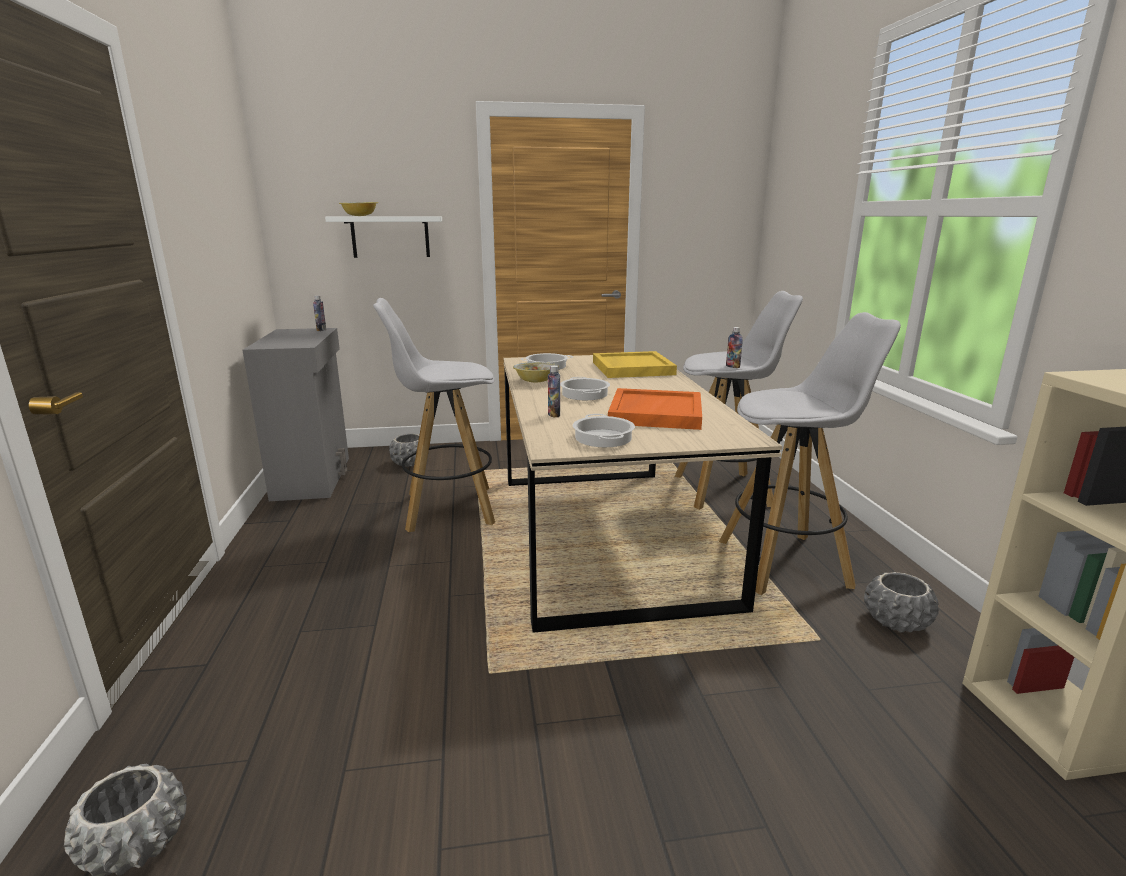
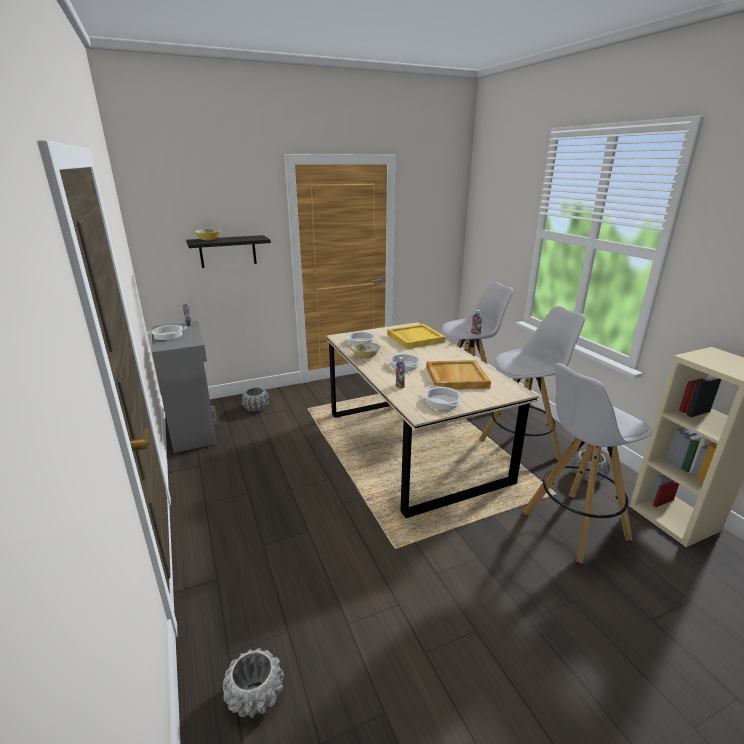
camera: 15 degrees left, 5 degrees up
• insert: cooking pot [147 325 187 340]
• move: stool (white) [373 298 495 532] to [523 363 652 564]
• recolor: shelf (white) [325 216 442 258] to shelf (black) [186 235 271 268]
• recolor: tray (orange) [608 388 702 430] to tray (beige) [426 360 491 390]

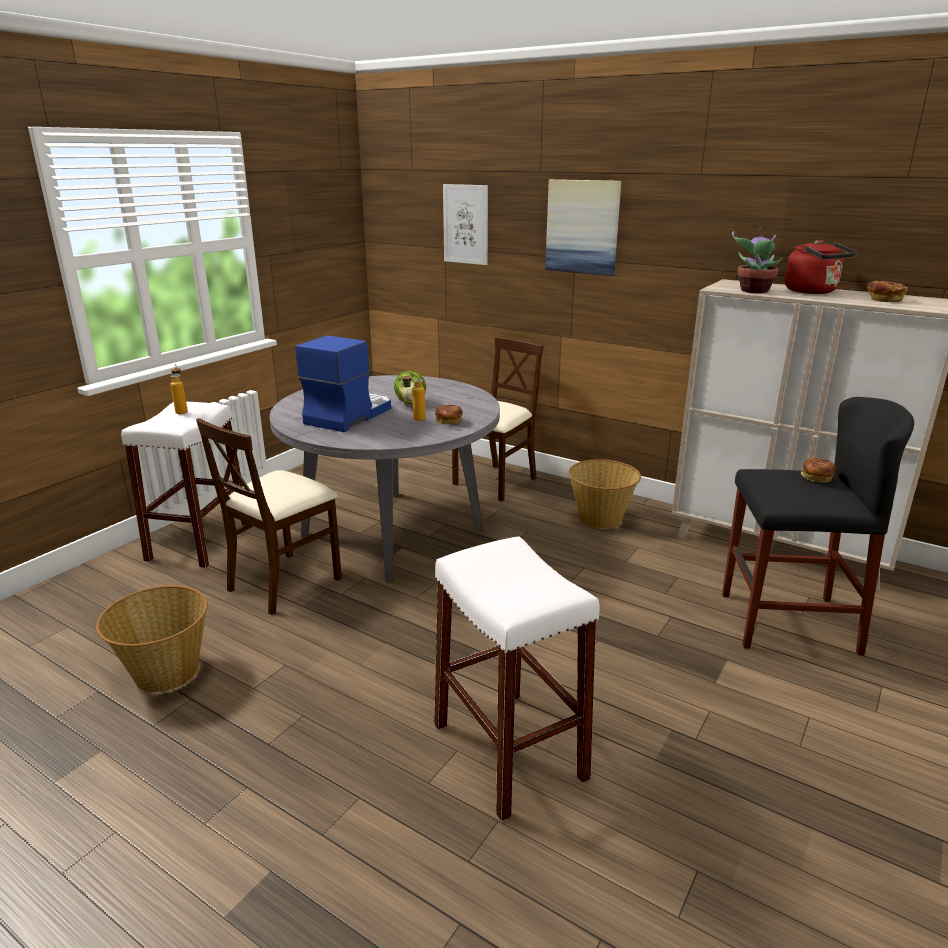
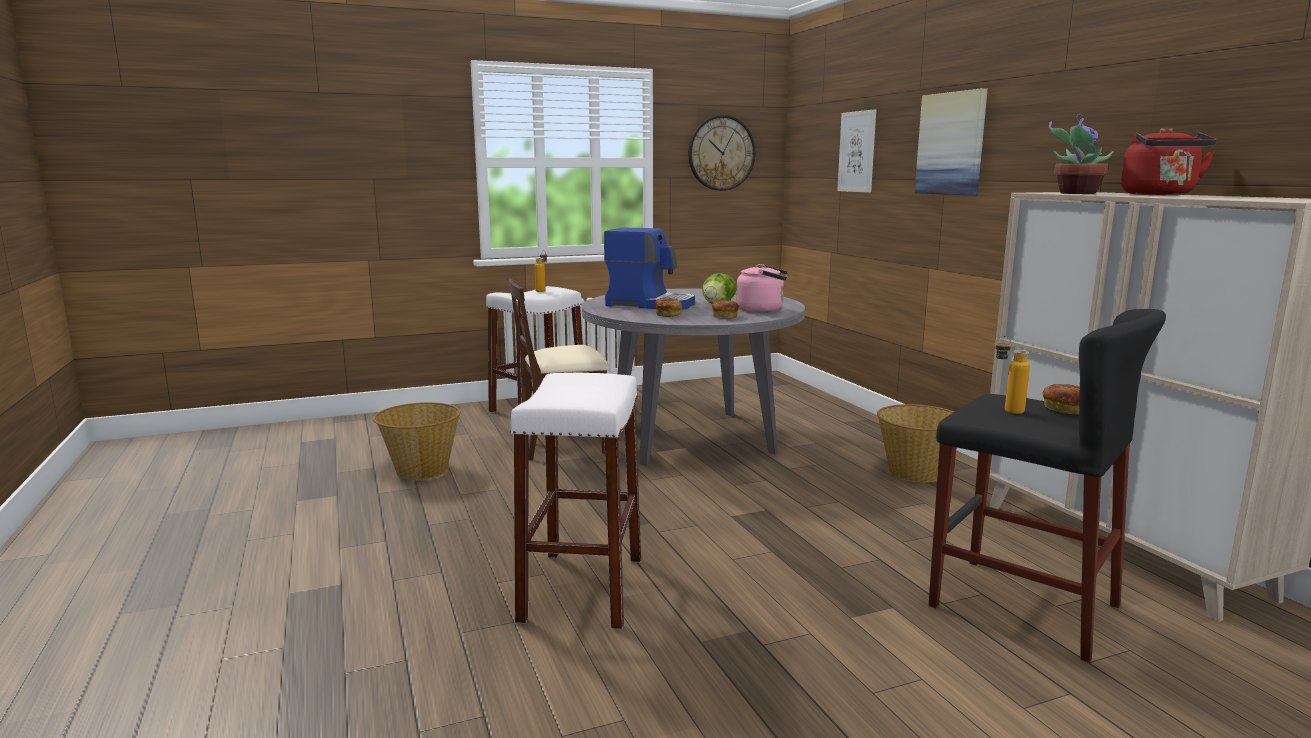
camera: 35 degrees right, 10 degrees down
• delete: chair (beige) [452 337 544 502]
• insert: wall clock [688 115 755 191]
• insert: kettle (pink) [736 264 788 312]
• move: bottle [401 372 425 421] to [995 336 1030 414]
• move: bread [867 281 908 302] to [655 298 682 317]
• rotate: coffee machine [295 335 391 432] = [604 227 695 310] 45 degrees clockwise

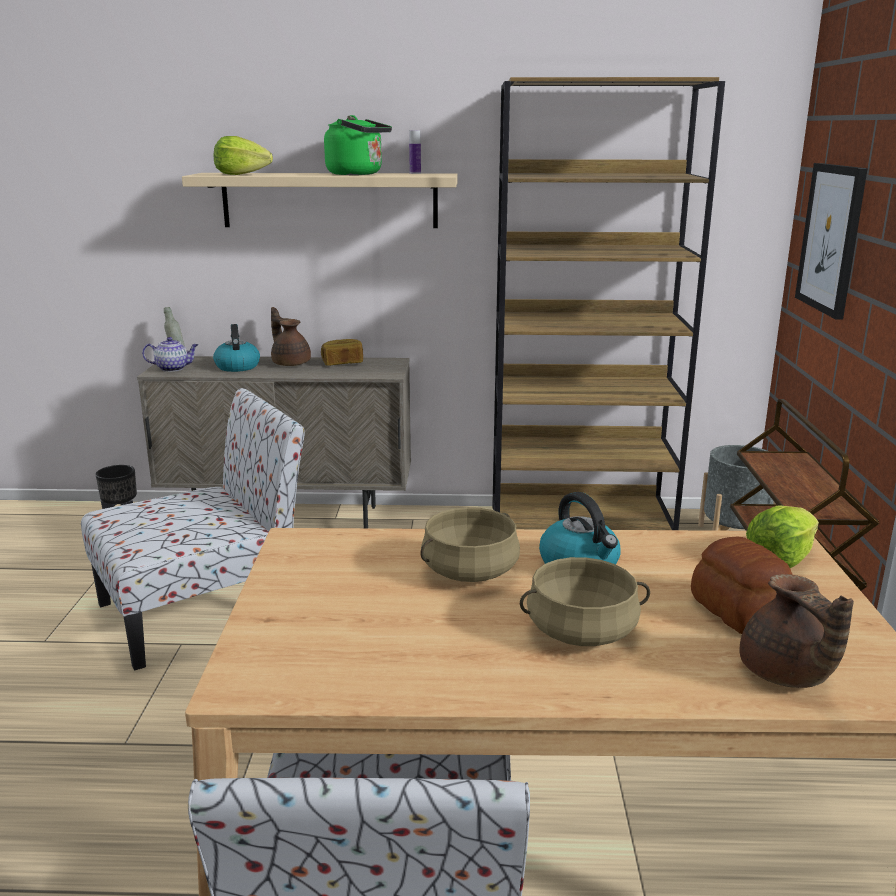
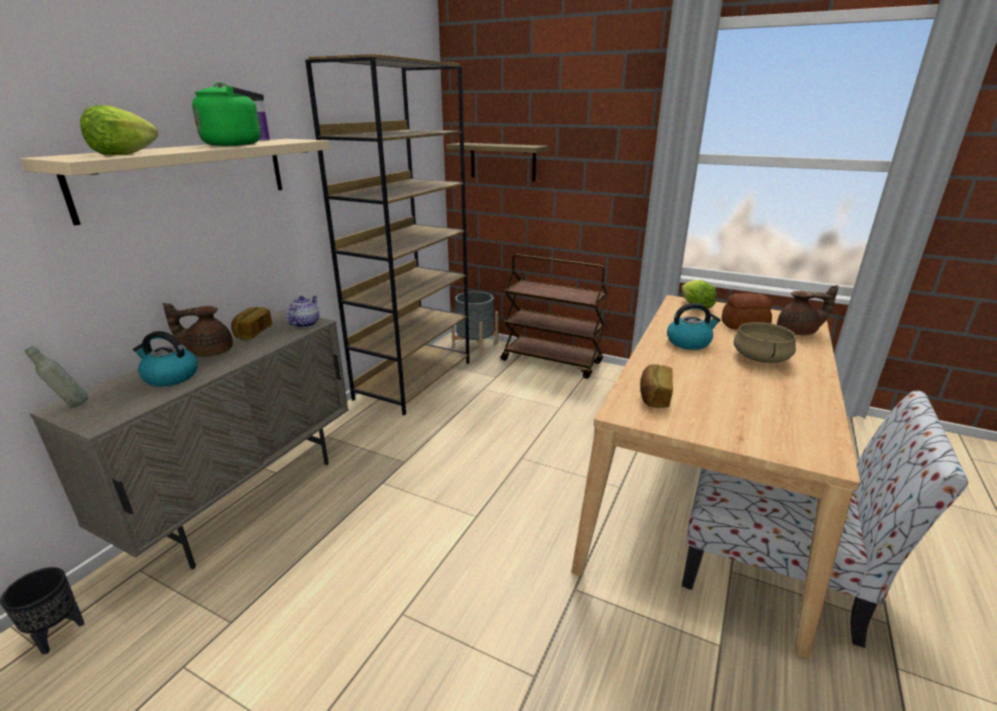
camera: 65 degrees left, 5 degrees up
• delete: chair [81 388 305 671]
• delete: cooking pot (beige) [420 507 520 582]
• insert: bread [640 364 673 408]
• move: teapot [142 337 198 372] to [286 296 319 328]
• replace: picture [795 163 868 320] to shelf [446 143 548 182]

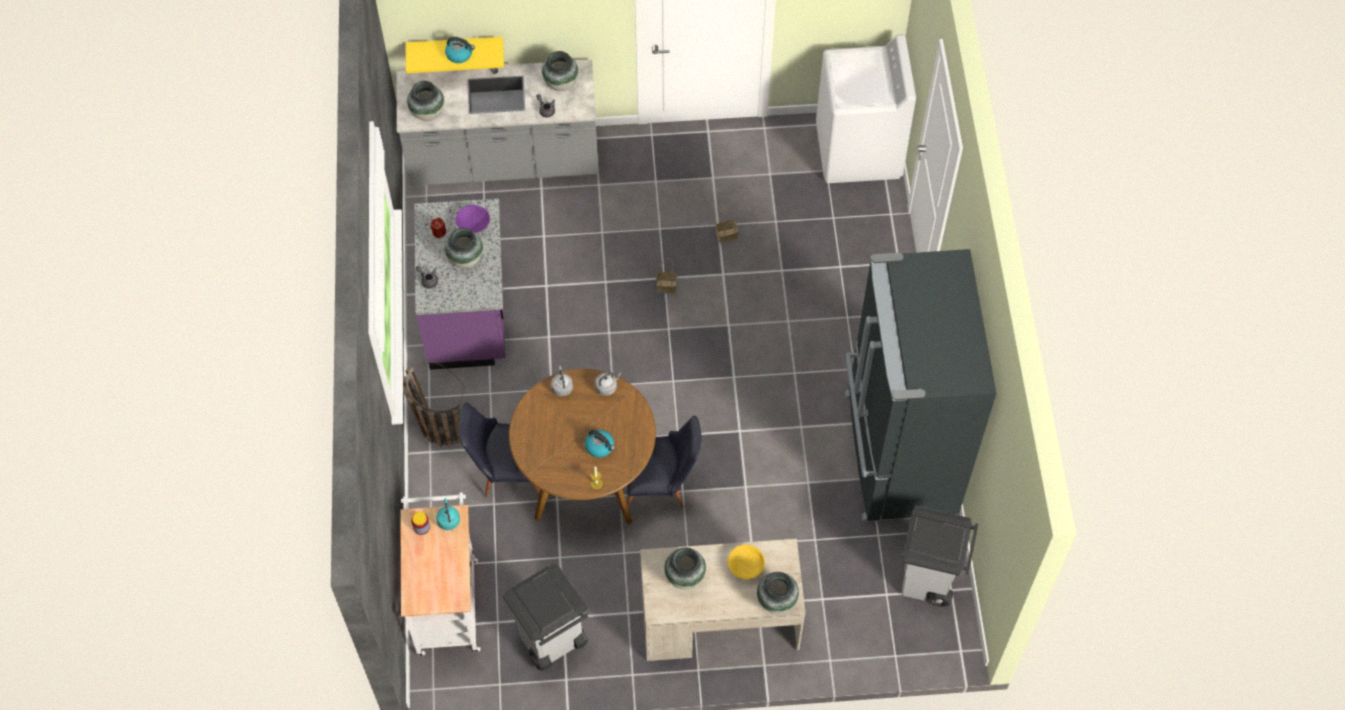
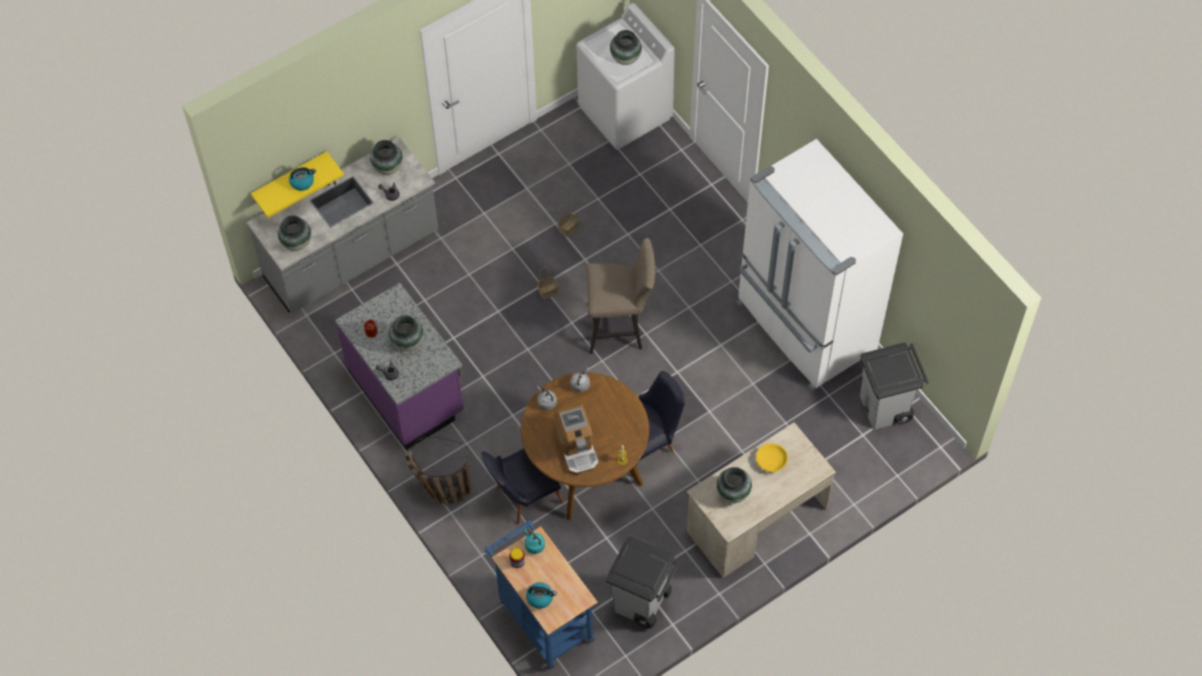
camera: 30 degrees left, 0 degrees up
• delete: bowl (purple) [456 205 490 233]
• insert: coffee machine [554 404 599 475]
• insert: stool (beige) [586 238 655 354]
• move: kettle [585 430 615 458] to [526 583 557 609]
• move: vase [757 572 799 614] to [610 30 642 65]
• recolor: cart (white) [400 492 481 656] to cart (blue) [484 520 598 669]
• recolor: fridge (black) [845 249 996 522] to fridge (white) [736 139 903 391]

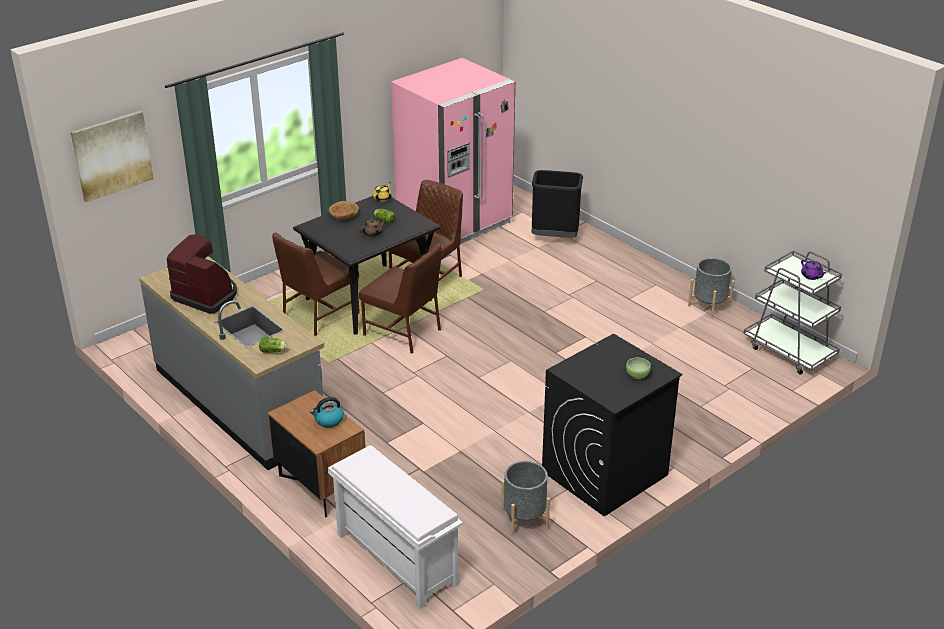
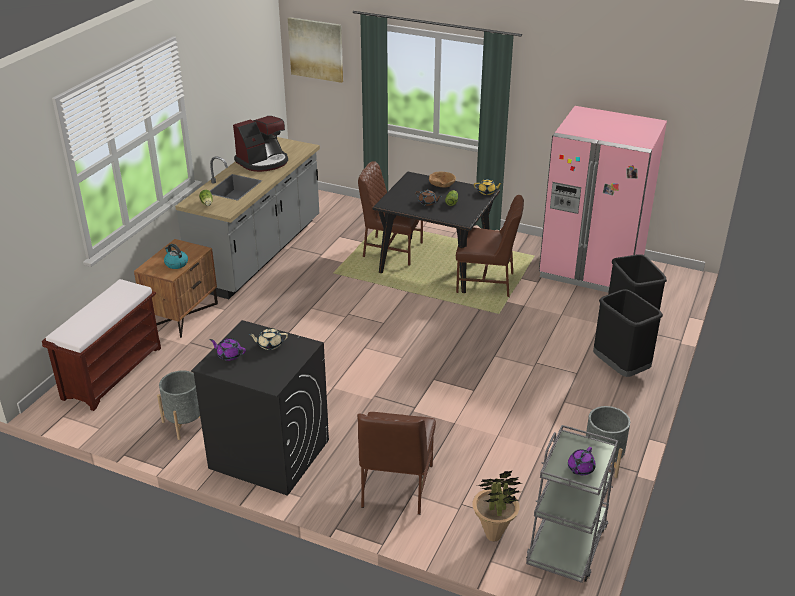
camera: 65 degrees right, 0 degrees up
• delete: bowl (green) [626 357 651 379]
• insert: teapot (purple) [209 338 246 361]
• insert: teapot (beige) [248 328 288 350]
• insert: potted plant [473 470 523 542]
• insert: trash can (black) [593 289 663 377]
• move: chair (brown) [359 243 442 353] to [357 412 436 515]
• recolor: bench (white) [328 445 463 609] to bench (brown) [42 279 161 411]
• rotate: coffee machine [167 234 237 314] = [233 116 288 172] 45 degrees clockwise

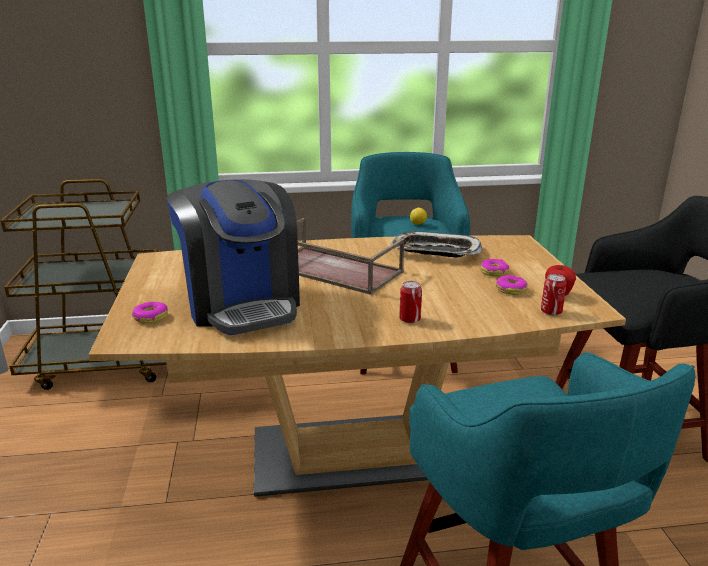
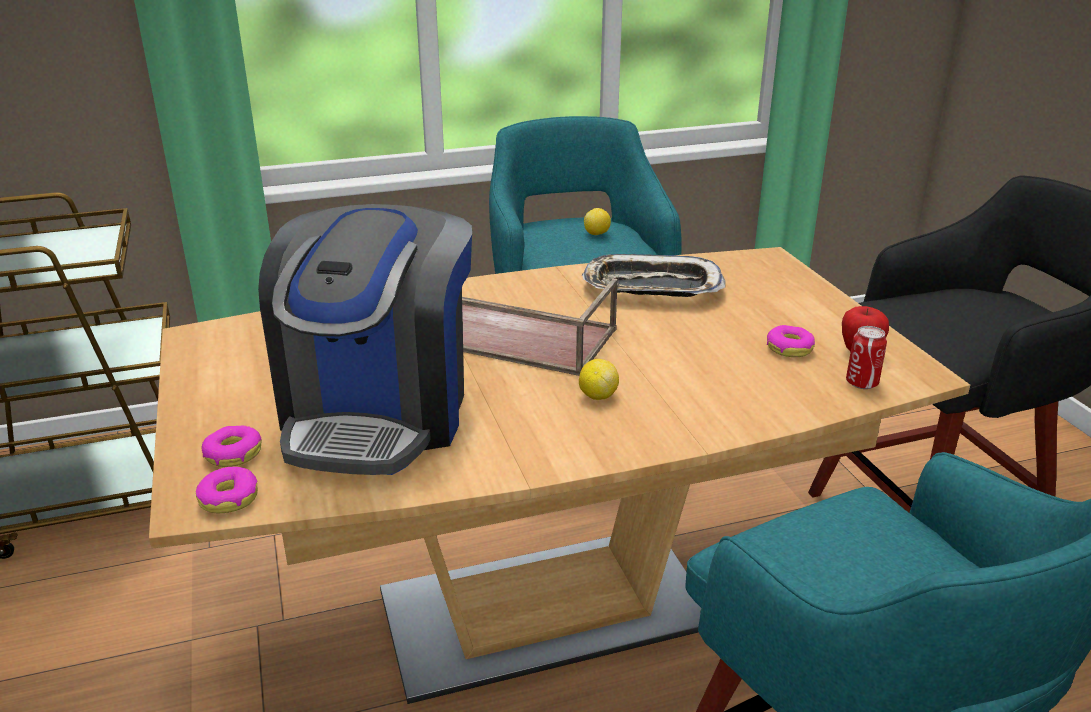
camera: 10 degrees left, 5 degrees up
• delete: can [399 281 422 323]
• insert: lemon [579 359 619 400]
• move: donut [480 259 509 276] to [196 467 258 514]
• rotate: coffee machine [167 179 300 335] = [258 204 472 475] 45 degrees clockwise

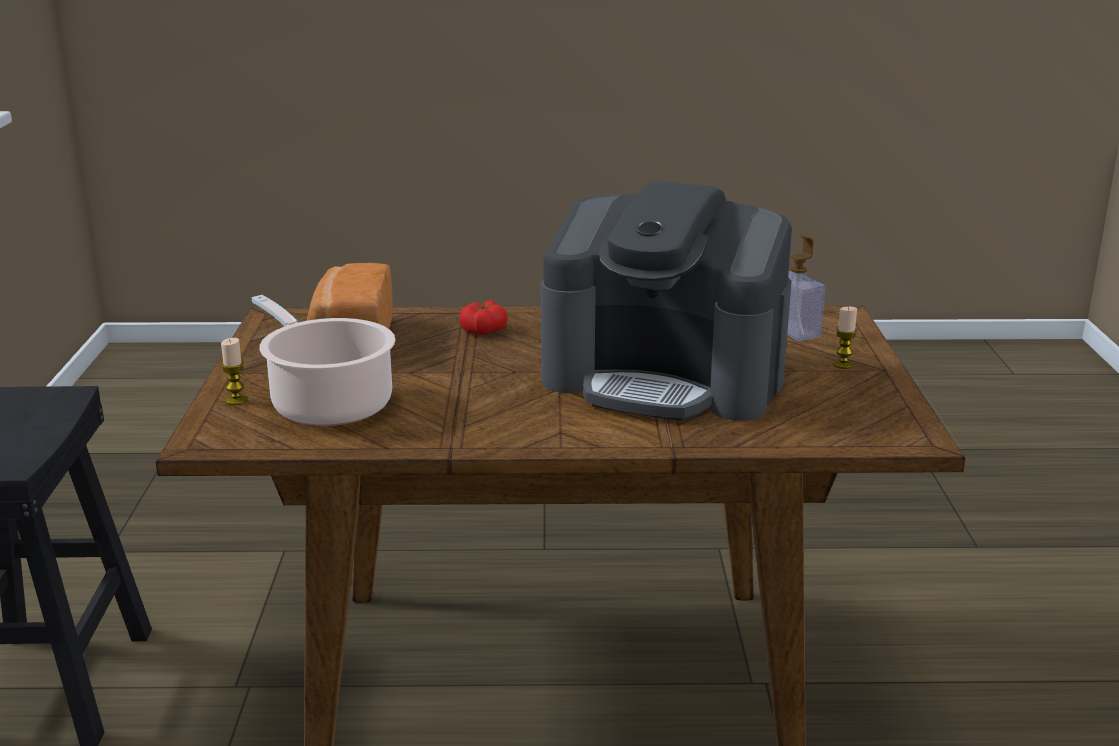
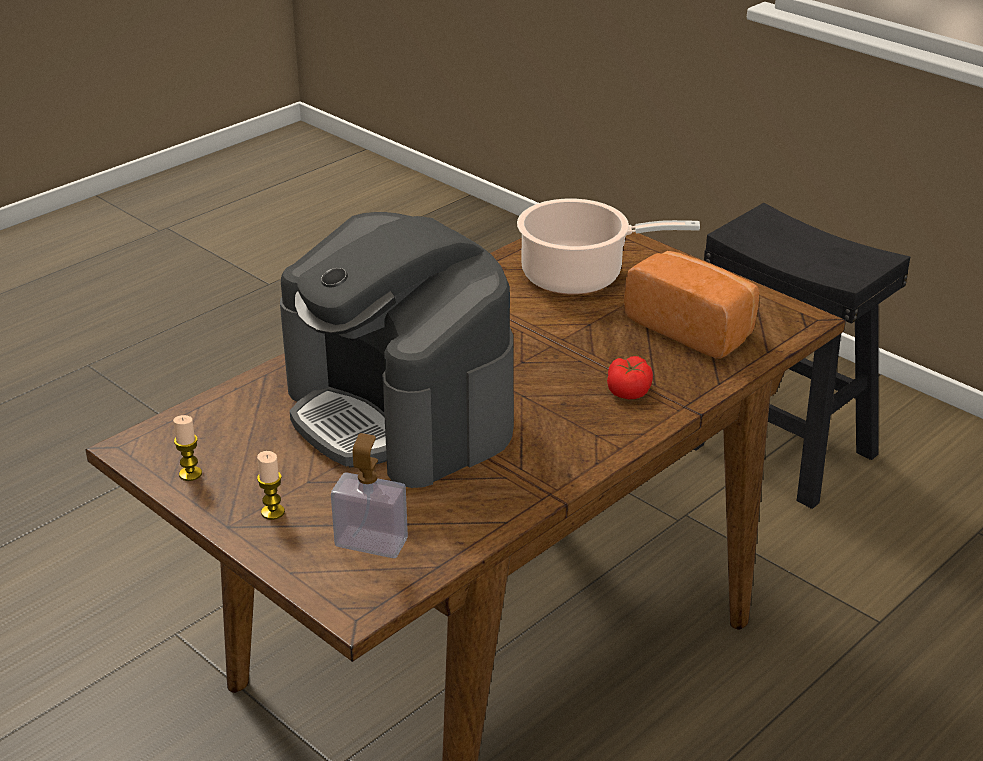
camera: 135 degrees right, 10 degrees up
• move: candle [221 338 248 405] to [173 415 202 481]
• rotate: coffee machine [541 181 792 421] = [280 212 514 488] 105 degrees counterclockwise

